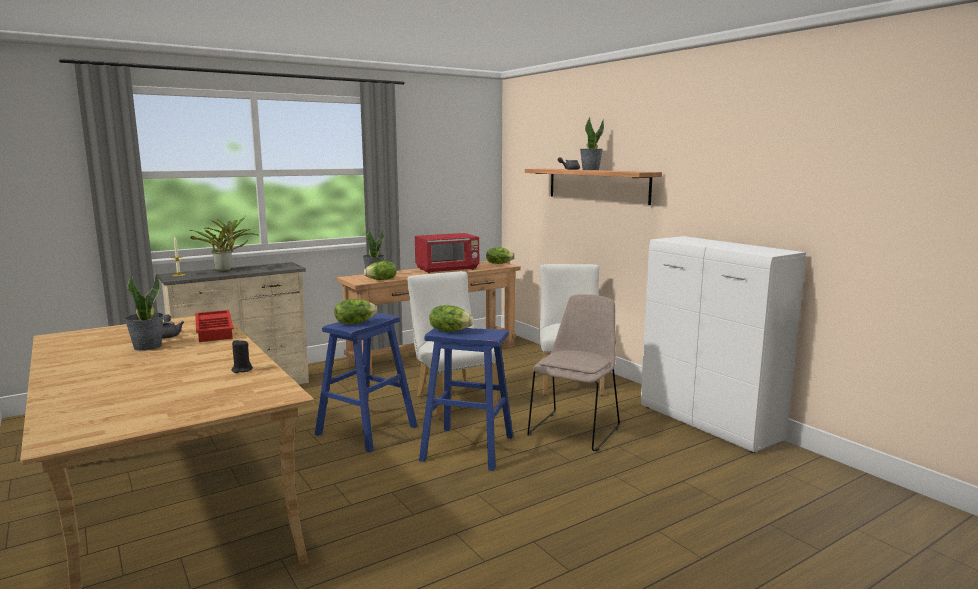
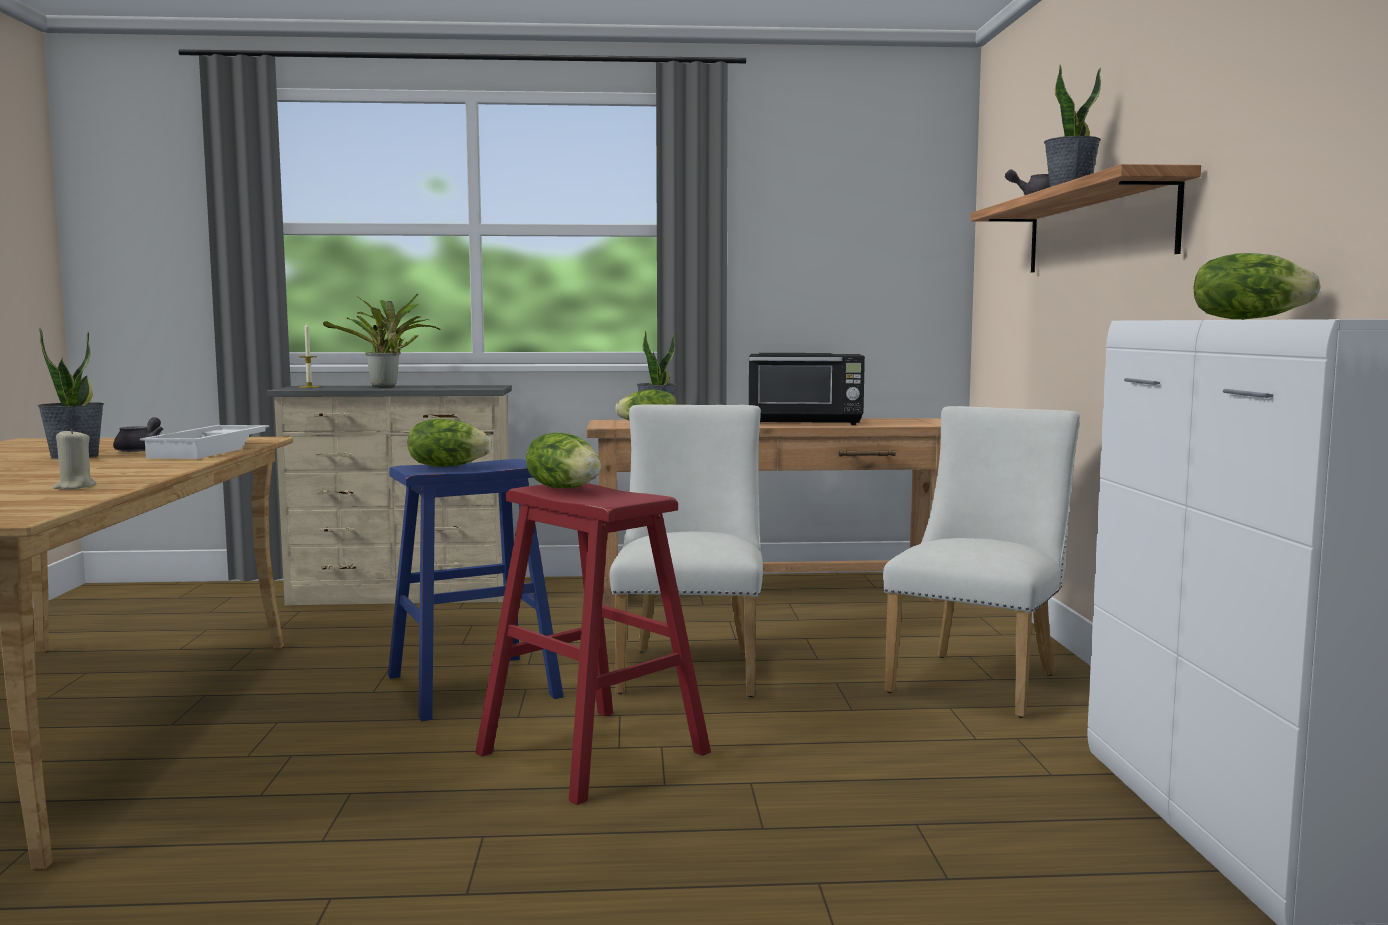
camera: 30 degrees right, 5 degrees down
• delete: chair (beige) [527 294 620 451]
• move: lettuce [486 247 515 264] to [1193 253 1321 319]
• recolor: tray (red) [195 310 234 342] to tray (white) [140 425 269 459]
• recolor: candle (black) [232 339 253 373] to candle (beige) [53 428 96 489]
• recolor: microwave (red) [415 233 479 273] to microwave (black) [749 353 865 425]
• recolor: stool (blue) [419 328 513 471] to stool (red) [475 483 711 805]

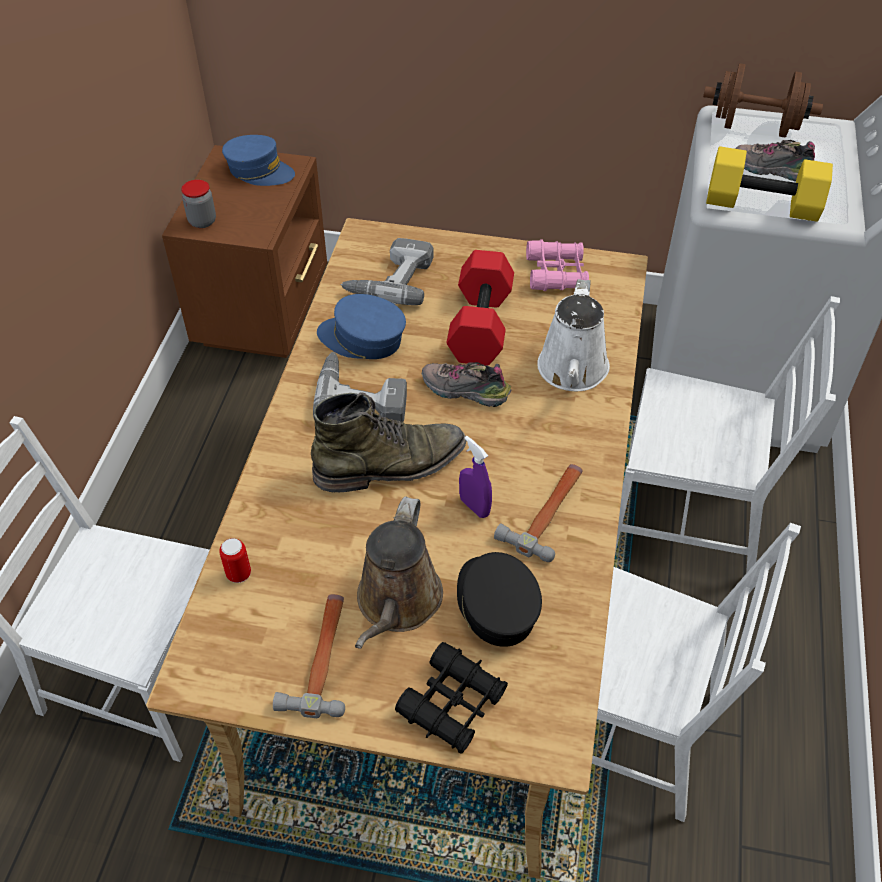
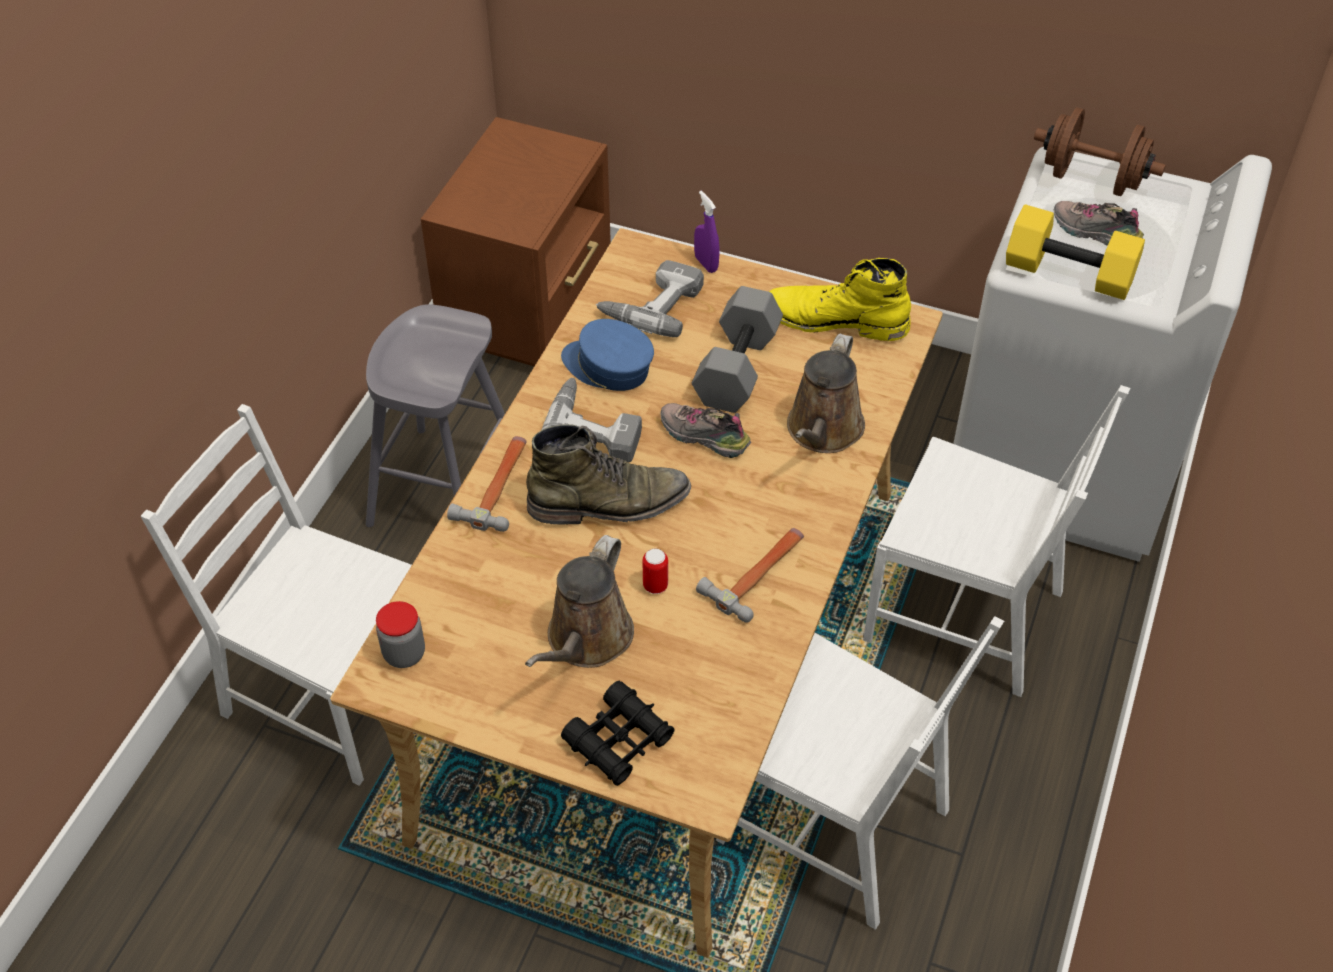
camera: 10 degrees right, 0 degrees up
• delete: cap (blue) [222 135 295 186]
• delete: cap (black) [457 552 542 647]
• insert: stool (grey) [366 304 505 527]
• move: jar [181 180 216 228] to [376 601 425 668]
• move: can [219 538 251 583] to [642 549 668 594]
• move: hammer [273 594 345 718] to [447 436 527 532]
• move: spray bottle (purple) [459 436 492 518] to [694 191 719 273]
• replace: binoculars (pink) [526 239 589 291] to boot (yellow) [769 258 911 341]
• recolor: dumbbell (red) [446 250 514 366] to dumbbell (grey) [692 286 783 413]
• recolor: watering can (white) [537 279 610 391] to watering can (brown) [787 333 865 453]

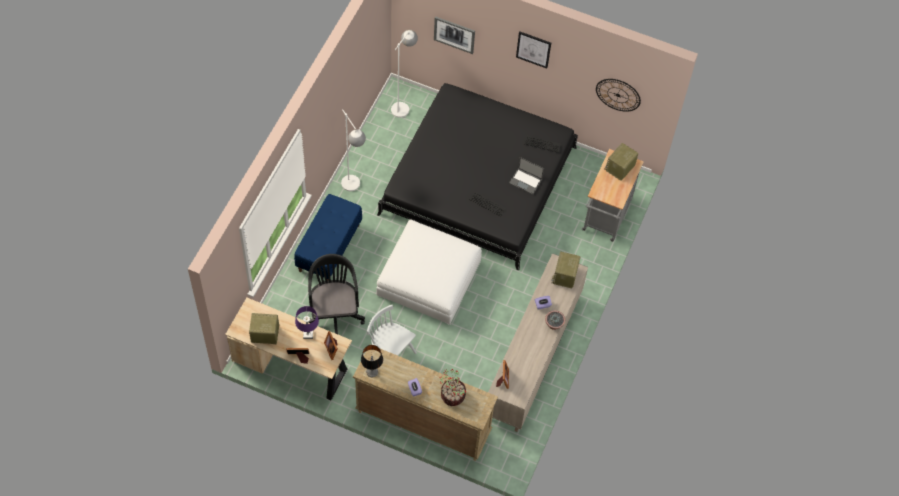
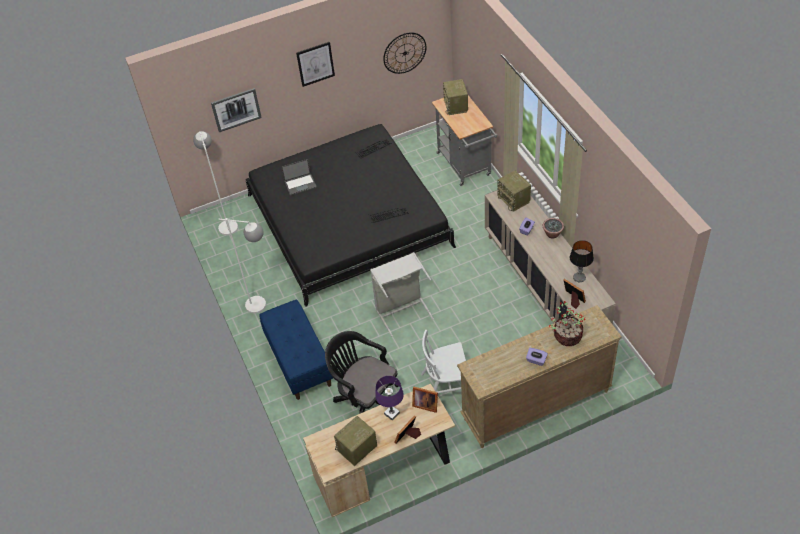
camera: 40 degrees left, 10 degrees down
• move: table lamp [361 345 383 377] to [570 240 594 282]
• move: laptop [509 157 544 195] to [281 159 317 196]
• replace: ottoman (white) [376 219 482 325] to laundry basket (grey) [370 252 434 336]

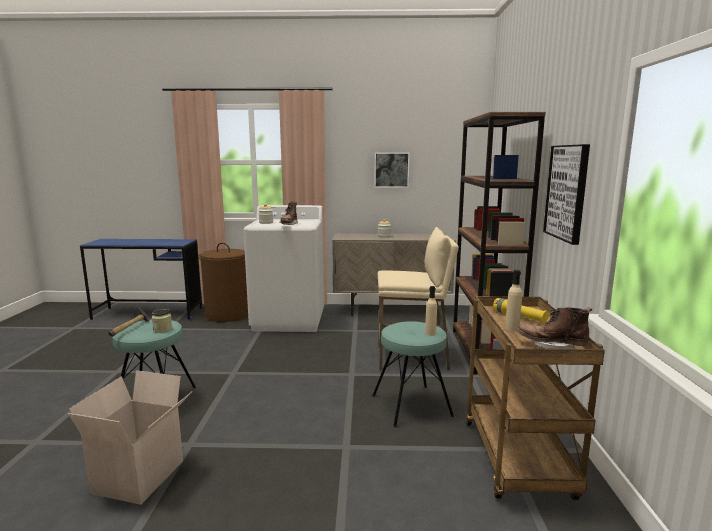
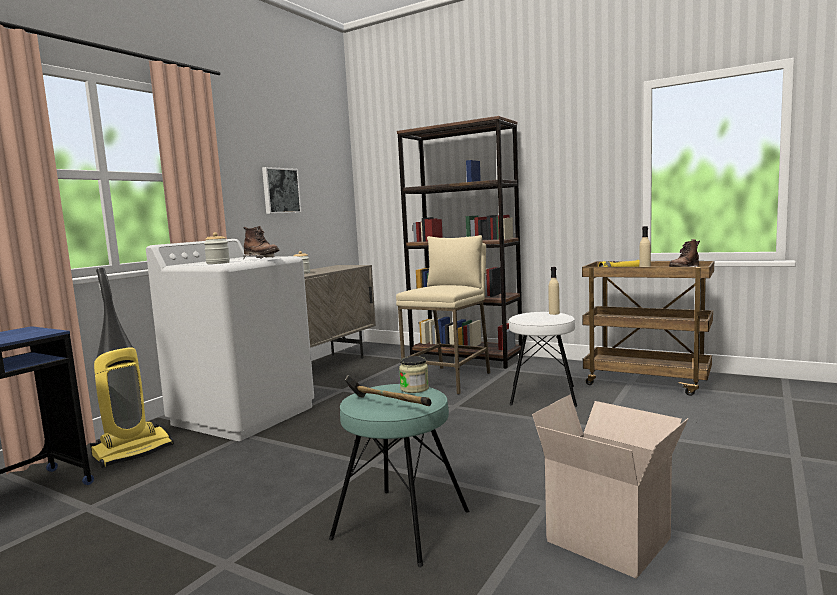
camera: 60 degrees left, 5 degrees down
• delete: picture [543 144 590 245]
• replace: laundry basket (brown) [198 243 248 322] to vacuum cleaner [90 268 174 468]
• recolor: stool (turquoise) [372 321 454 427] to stool (white) [509 312 577 407]

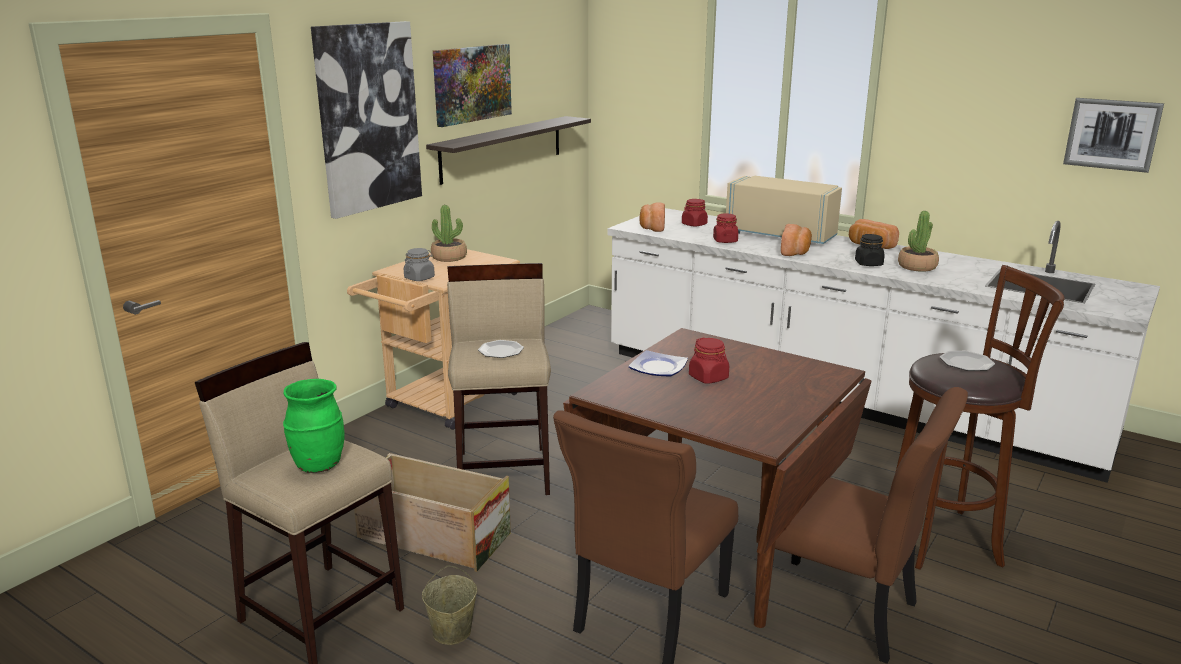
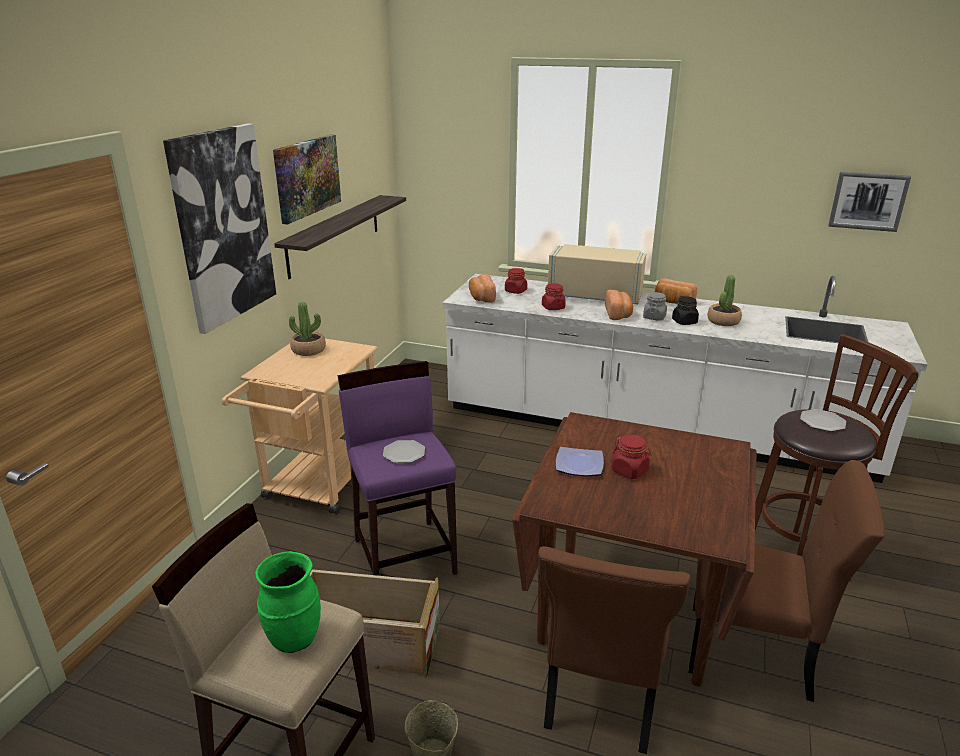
camera: 15 degrees left, 5 degrees up
• move: jar (grey) [404 248 435 281] to [643 292 667 321]
• recolor: stool (beige) [447 263 551 495] to stool (purple) [338 361 458 576]

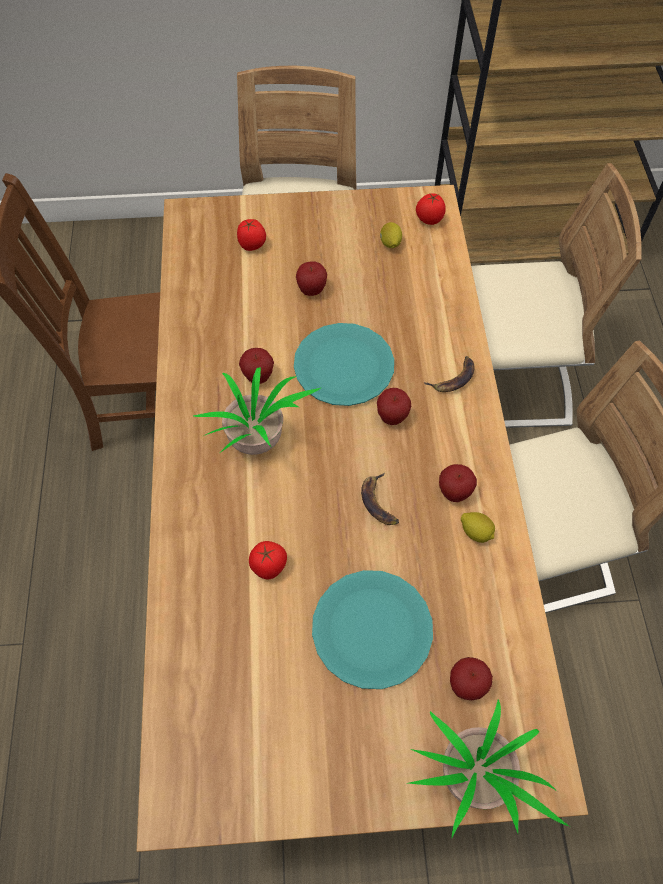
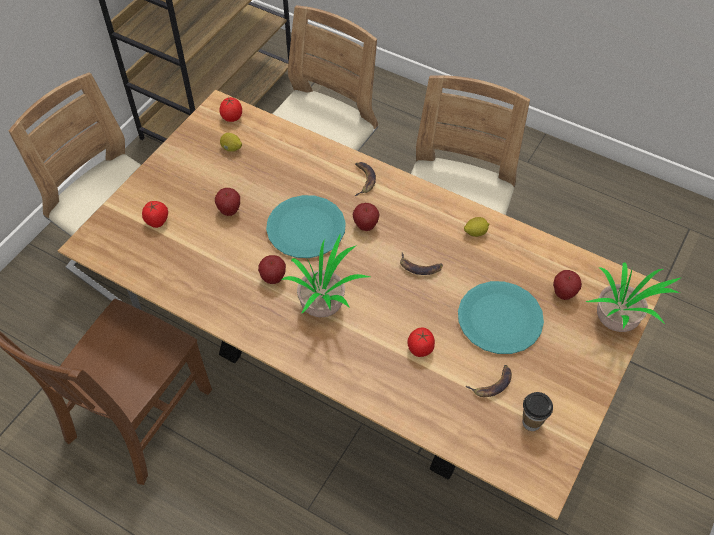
camera: 55 degrees left, 5 degrees down
• delete: apple [439 464 477 502]
• insert: banana [466 365 512 397]
• insert: cup [523 392 553 431]

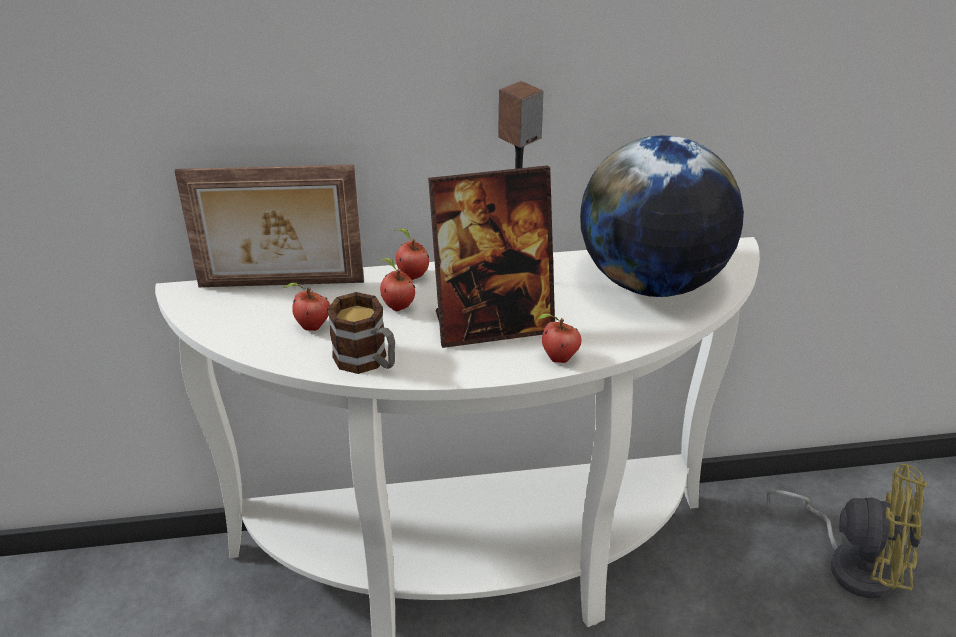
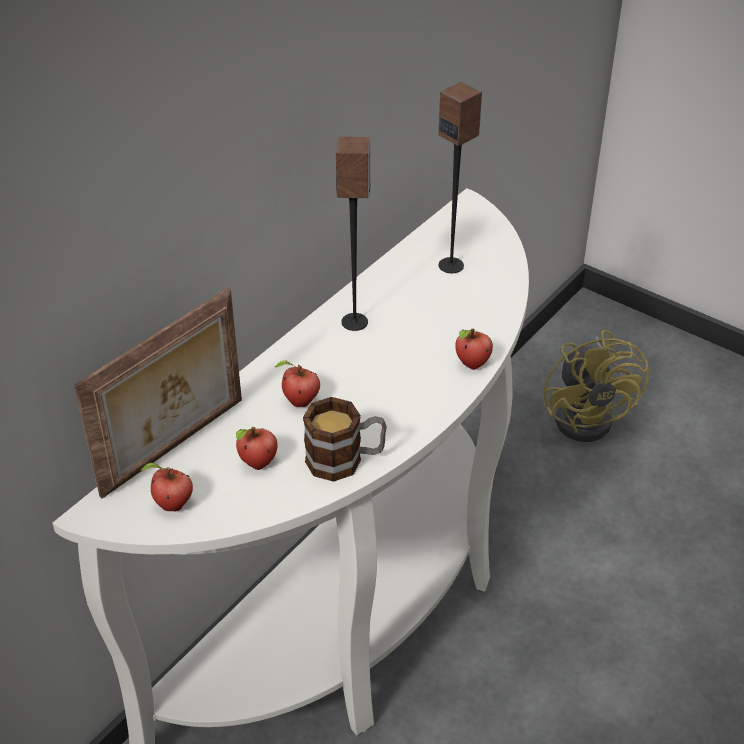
camera: 45 degrees left, 5 degrees up
• delete: picture frame [428 165 555 348]
• move: apple [393 229 429 280] to [140 463 193 511]
• replace: globe [580 135 744 297] to speaker [438 82 482 273]
• rotate: fan (yellow) [765 464 927 598] = [543 330 649 442] 105 degrees clockwise

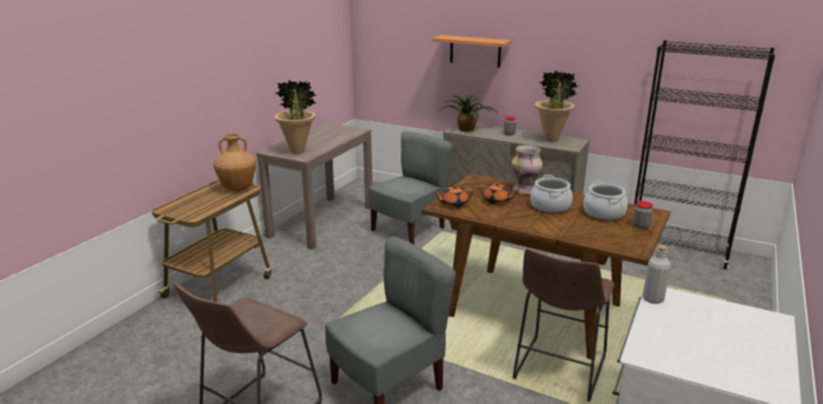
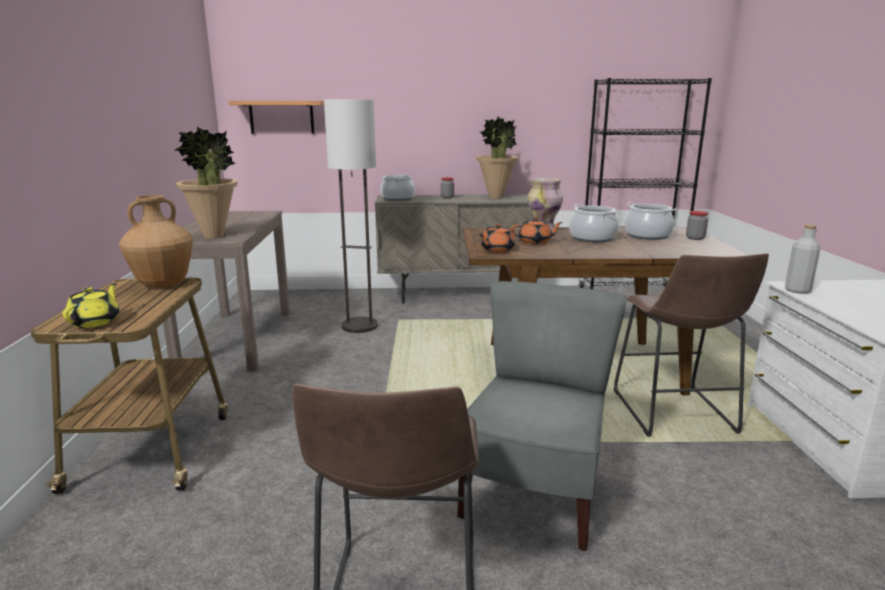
camera: 30 degrees left, 5 degrees down
• insert: teapot (yellow) [62 283 119 328]
• move: shelf [432 35 511 68] to [228 101 324 134]
• replace: chair (grey) [368 131 453 244] to floor lamp [324 99 378 333]
• replace: potted plant [442 95 495 132] to cooking pot [380 174 415 201]

